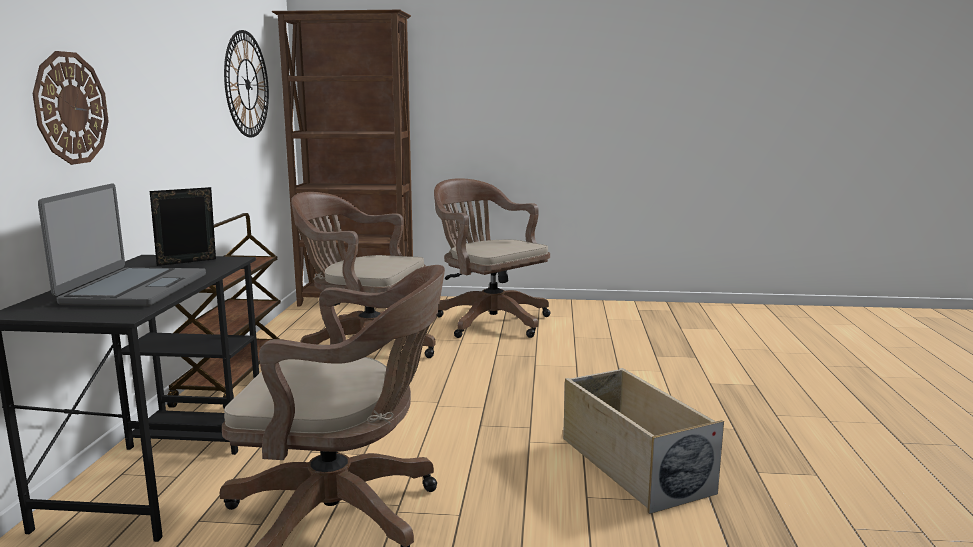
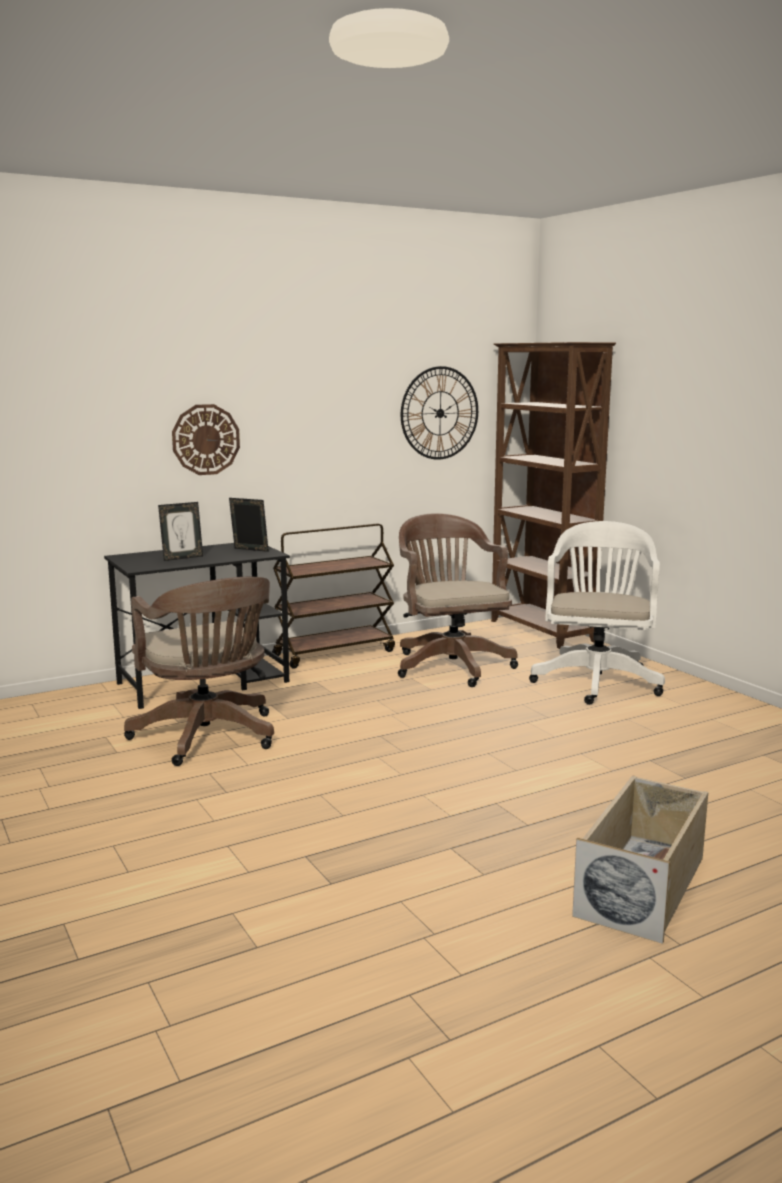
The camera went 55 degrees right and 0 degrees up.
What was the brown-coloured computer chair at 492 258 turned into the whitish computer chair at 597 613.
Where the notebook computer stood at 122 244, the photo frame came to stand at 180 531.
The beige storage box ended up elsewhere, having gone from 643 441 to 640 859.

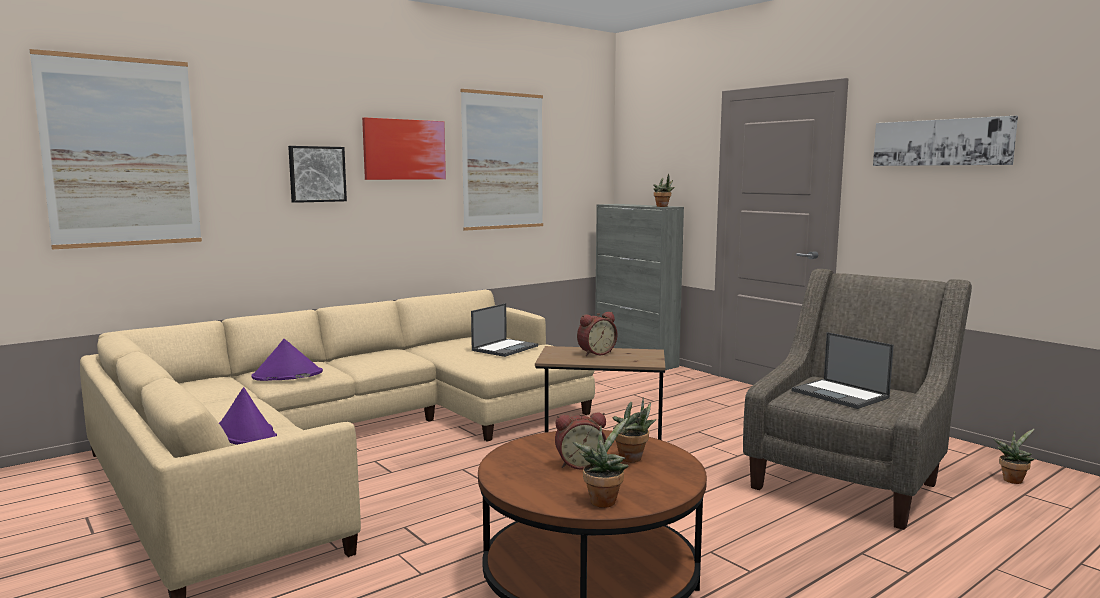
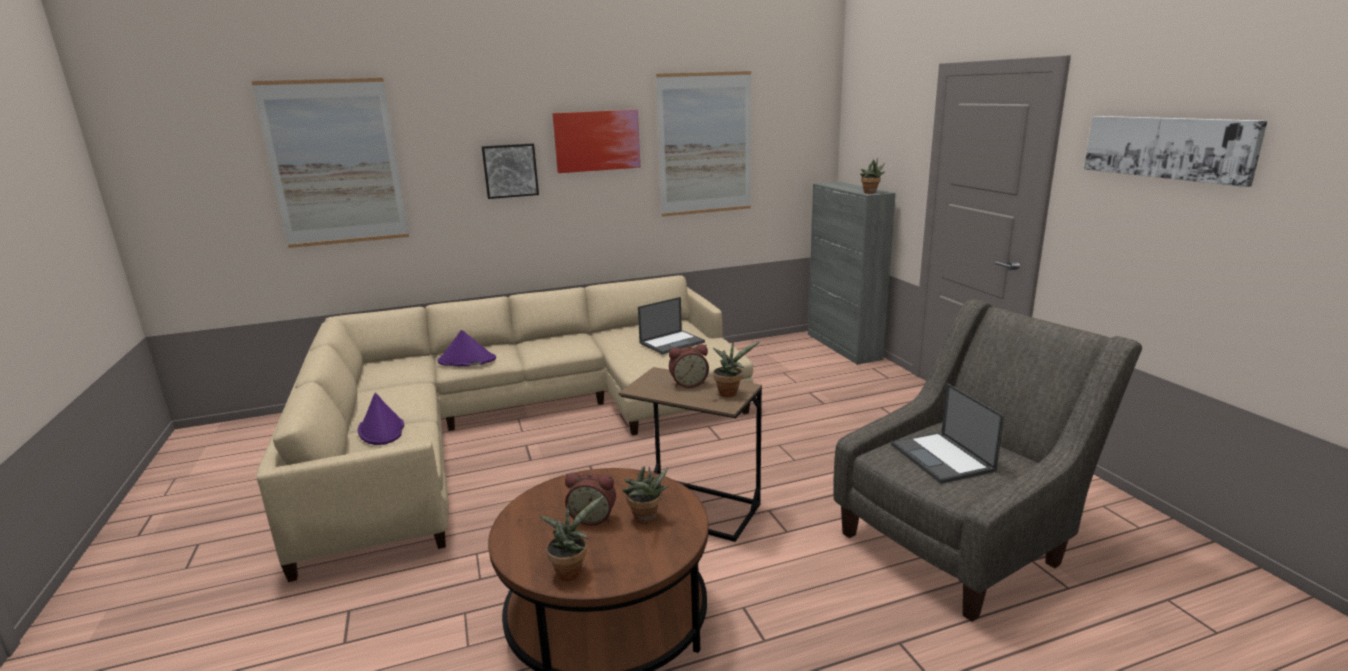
The camera went 20 degrees right and 10 degrees up.
The plant in a pot ended up elsewhere, having gone from 1014 456 to 736 369.

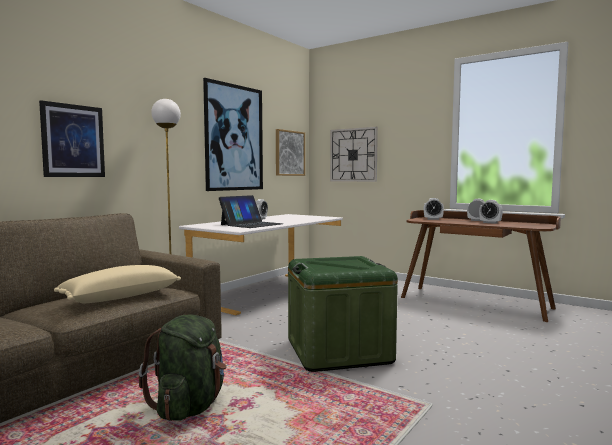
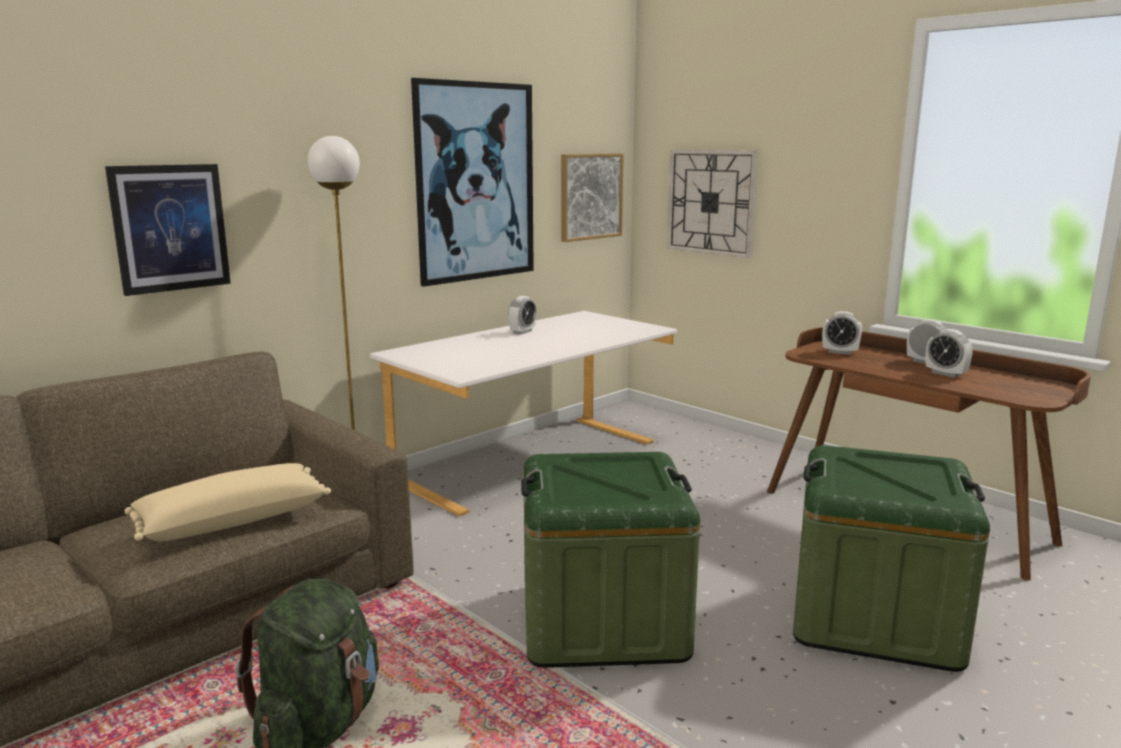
The camera went 10 degrees right and 10 degrees up.
The second view lost the notebook computer at 251 211.
The second view gained the green-coloured storage box at 891 558.

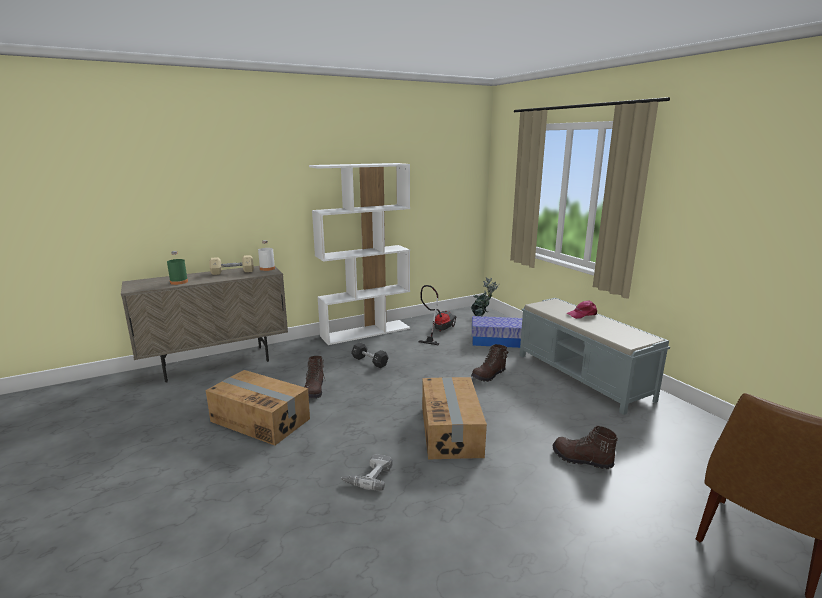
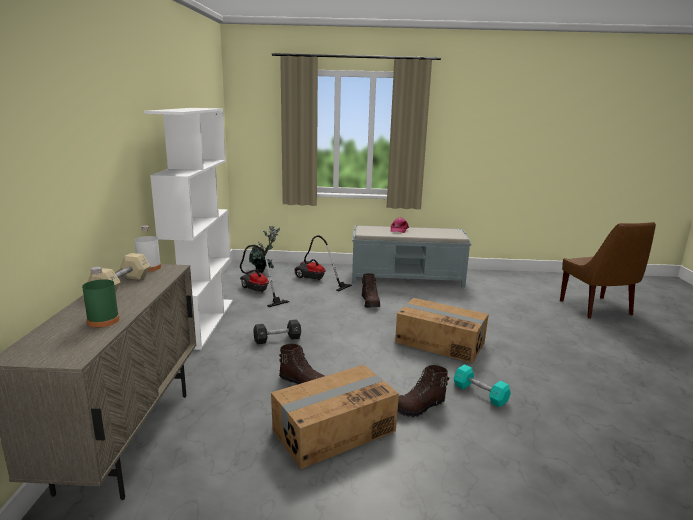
The camera went 60 degrees left and 0 degrees up.
Where the storage box stood at 497 332, the vacuum cleaner came to stand at 323 263.
The brown-coloured high-top boot ended up elsewhere, having gone from 585 447 to 423 391.
Where the power drill stood at 367 472, the turquoise free weight came to stand at 482 385.

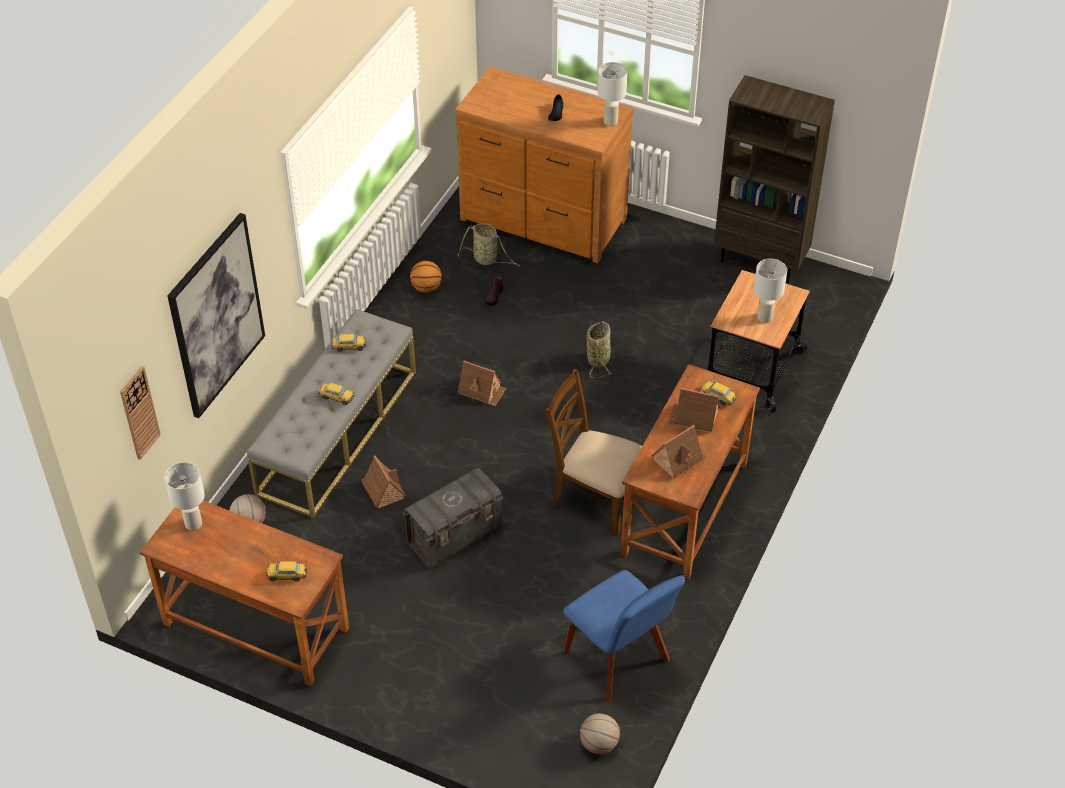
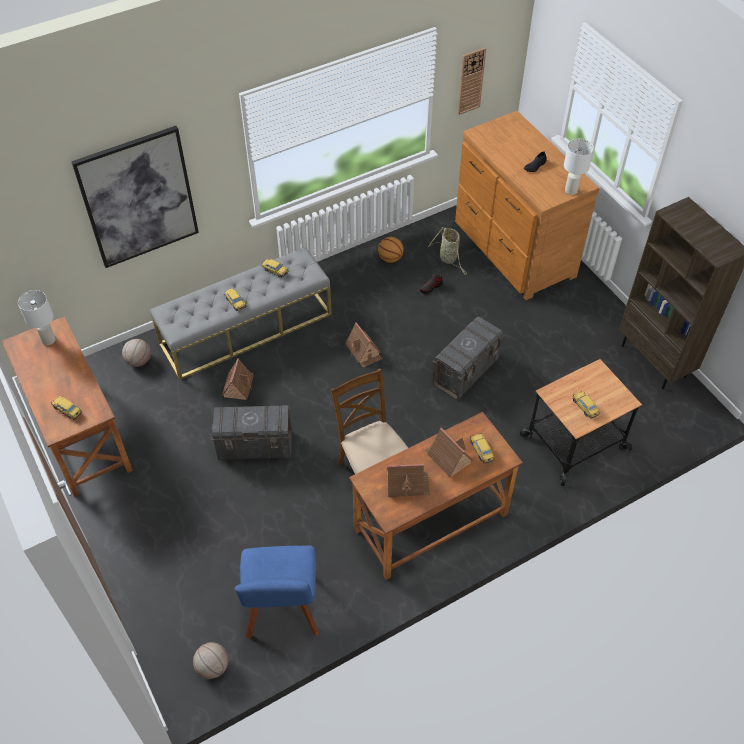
The camera went 35 degrees right and 5 degrees up.
Where the whitish tabletop lamp stood at 770 291, the miniature car came to stand at 585 404.
Where the household basket stood at 599 349, the gray storage box came to stand at 468 358.
The hanging clock ended up elsewhere, having gone from 140 413 to 472 81.

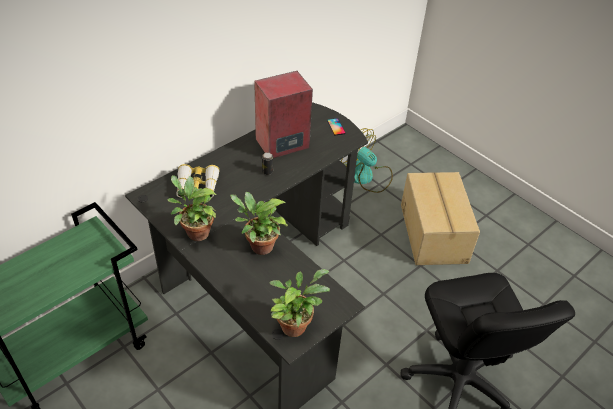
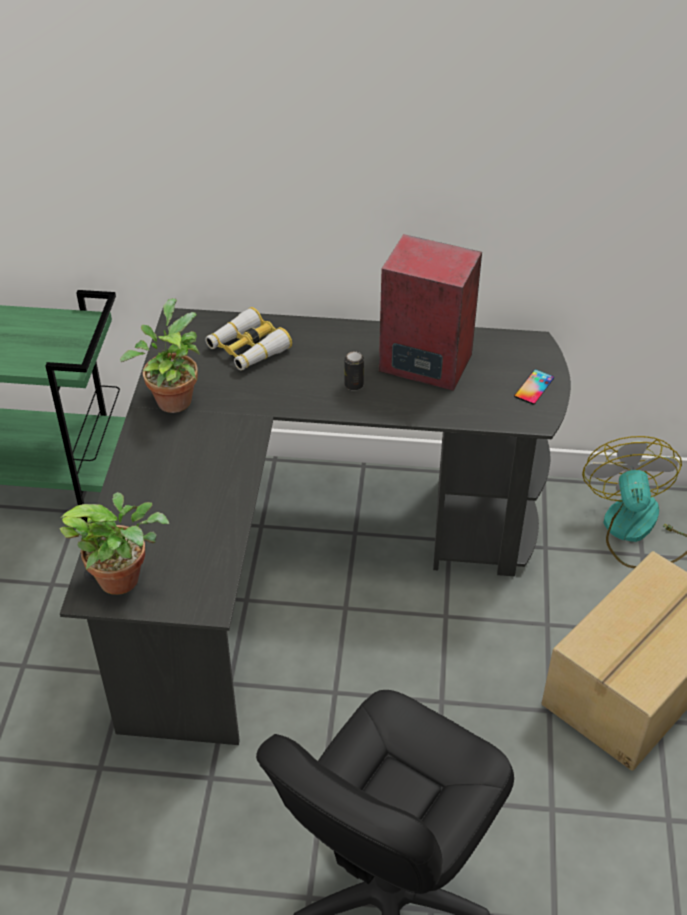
The camera went 50 degrees right and 0 degrees up.
The second view lost the plant in a pot at 259 223.

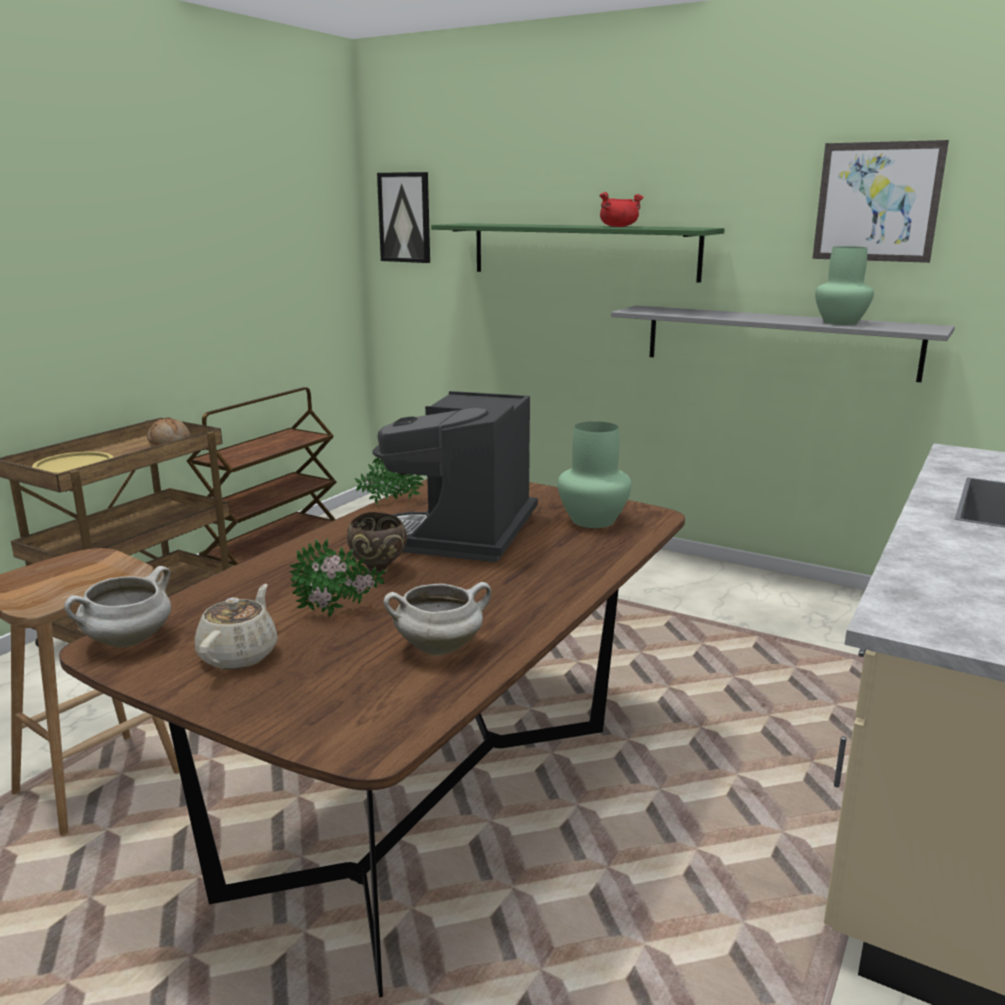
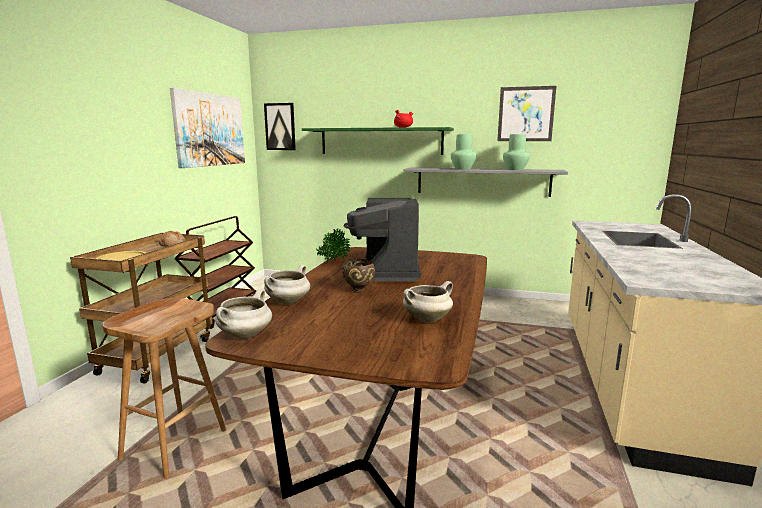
The camera went 15 degrees left and 5 degrees down.
The green-coloured flower vase ended up elsewhere, having gone from 594 474 to 463 152.
The second view lost the plant in a pot at 337 578.
The second view lost the beige teapot at 236 626.
The second view gained the picture at 207 128.
The second view gained the whitish stockpot at 287 284.

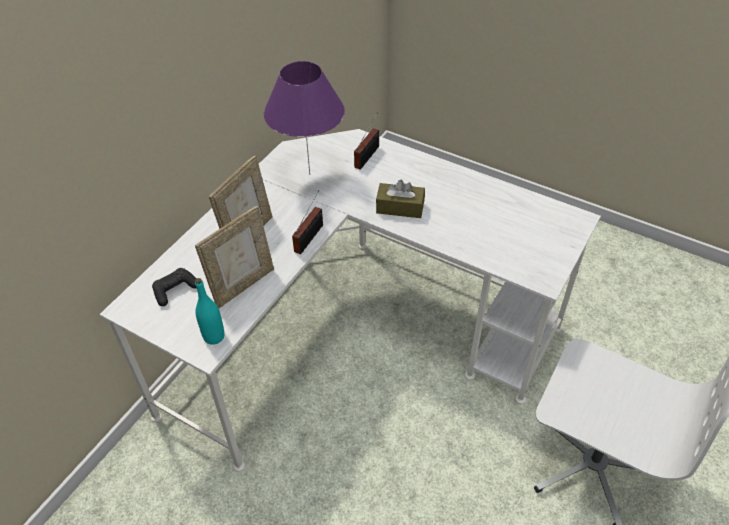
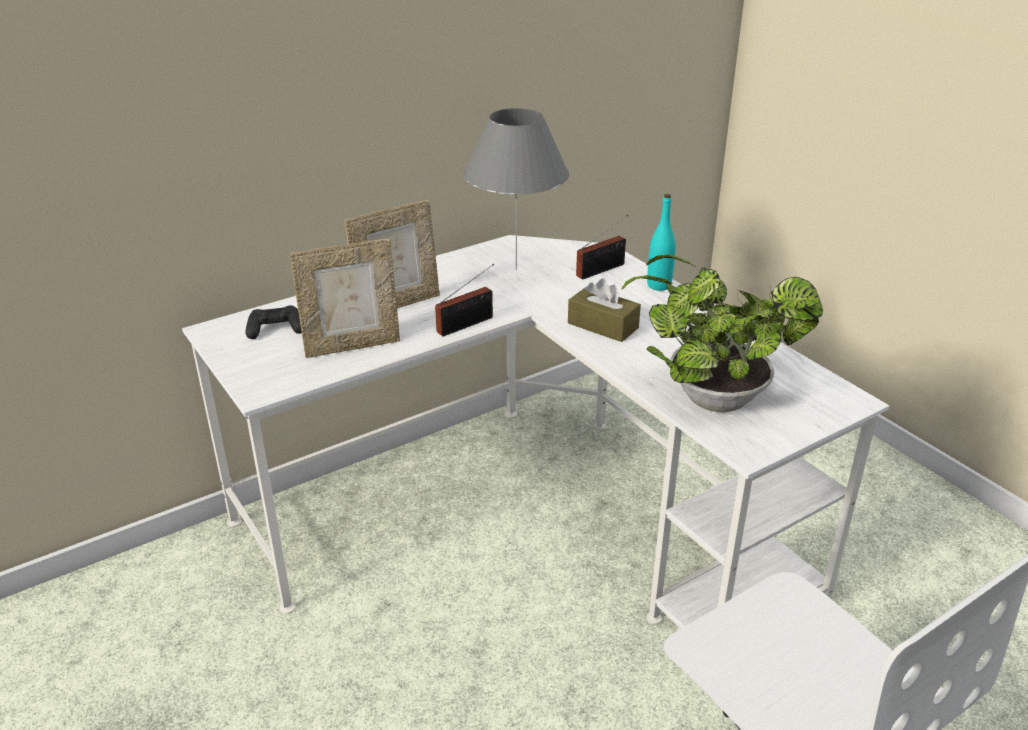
The camera went 25 degrees right and 15 degrees down.
What was the purple-coloured tabletop lamp at 304 118 turned into the gray tabletop lamp at 516 189.
The turquoise drink bottle ended up elsewhere, having gone from 210 311 to 661 242.
The second view gained the plant in a pot at 722 333.

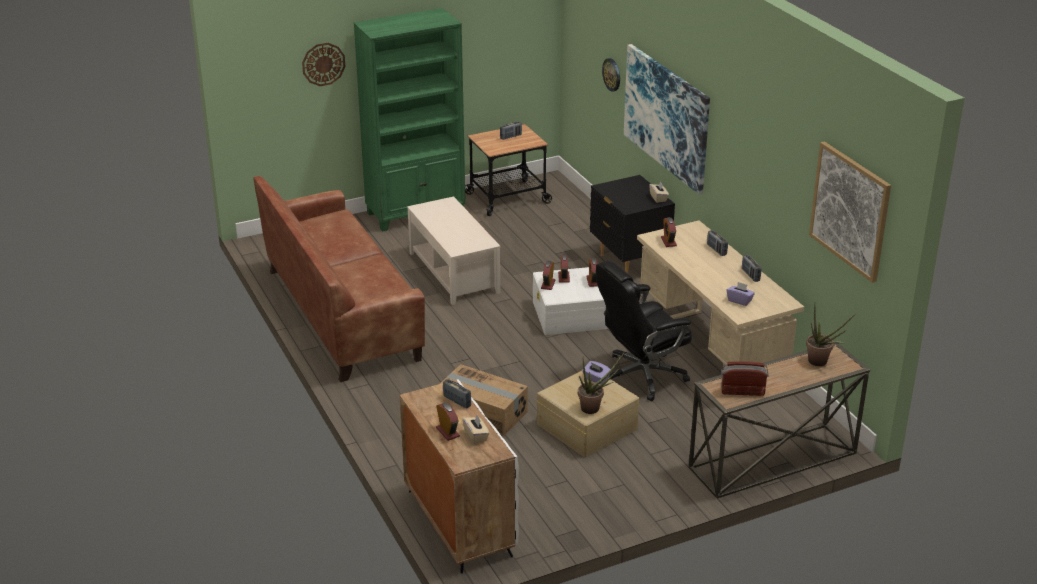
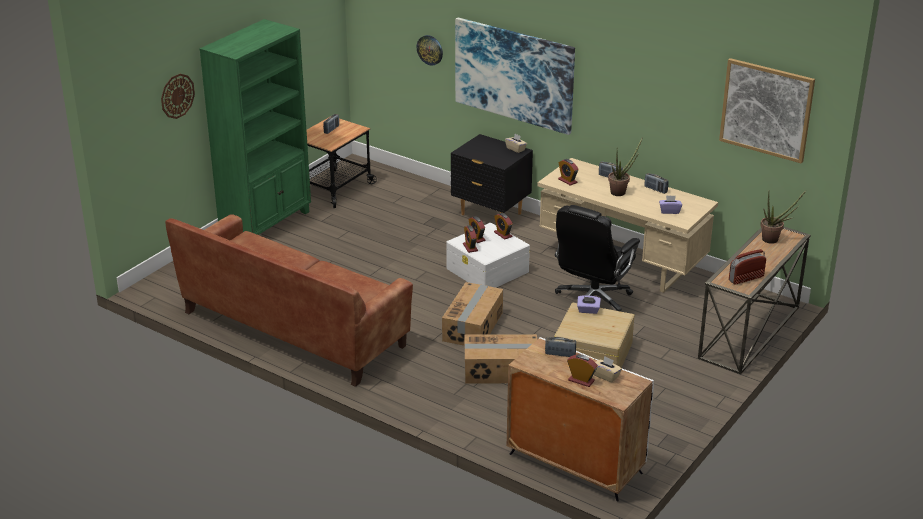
The camera went 30 degrees left and 0 degrees up.
The second view lost the beige lounge table at 453 250.
The plant in a pot ended up elsewhere, having gone from 601 383 to 625 166.
The second view gained the packing box at 472 314.

